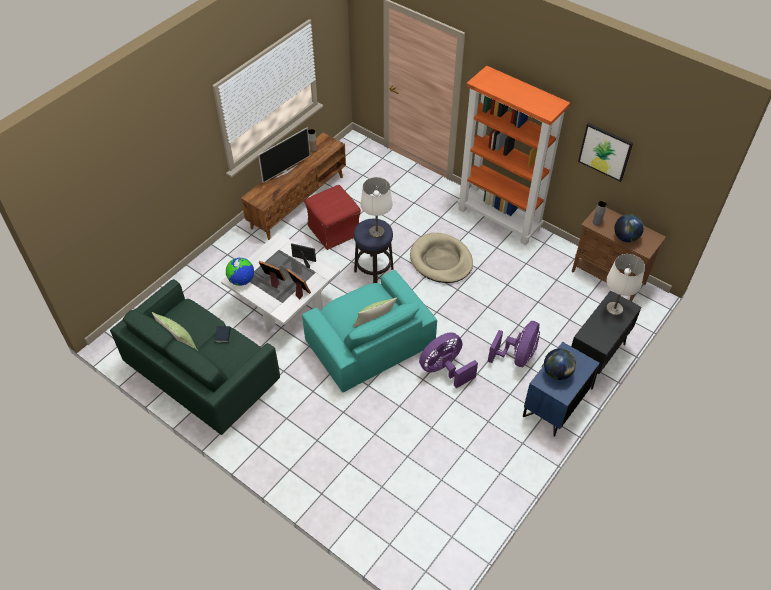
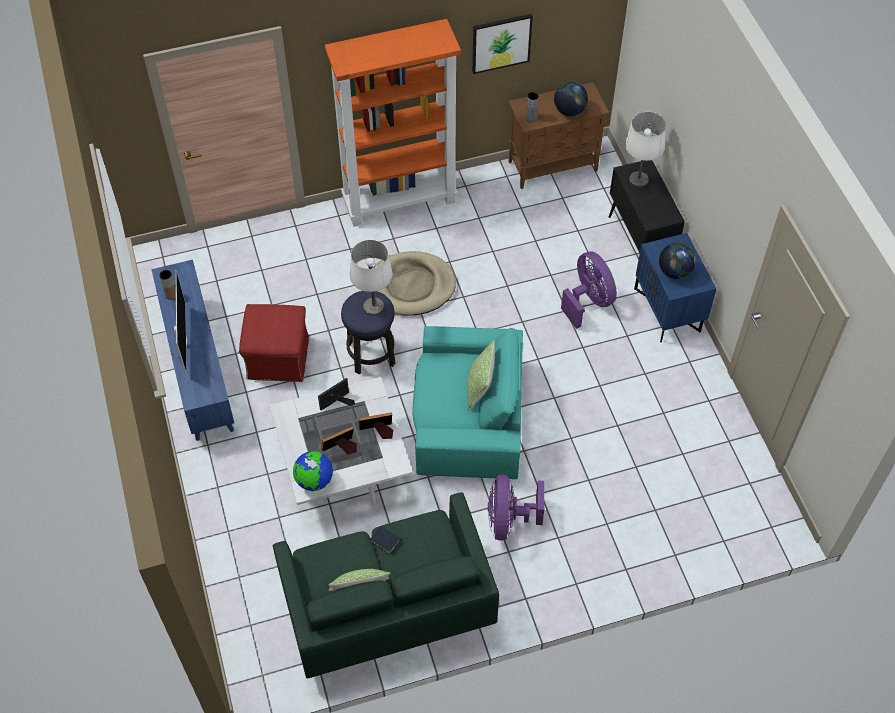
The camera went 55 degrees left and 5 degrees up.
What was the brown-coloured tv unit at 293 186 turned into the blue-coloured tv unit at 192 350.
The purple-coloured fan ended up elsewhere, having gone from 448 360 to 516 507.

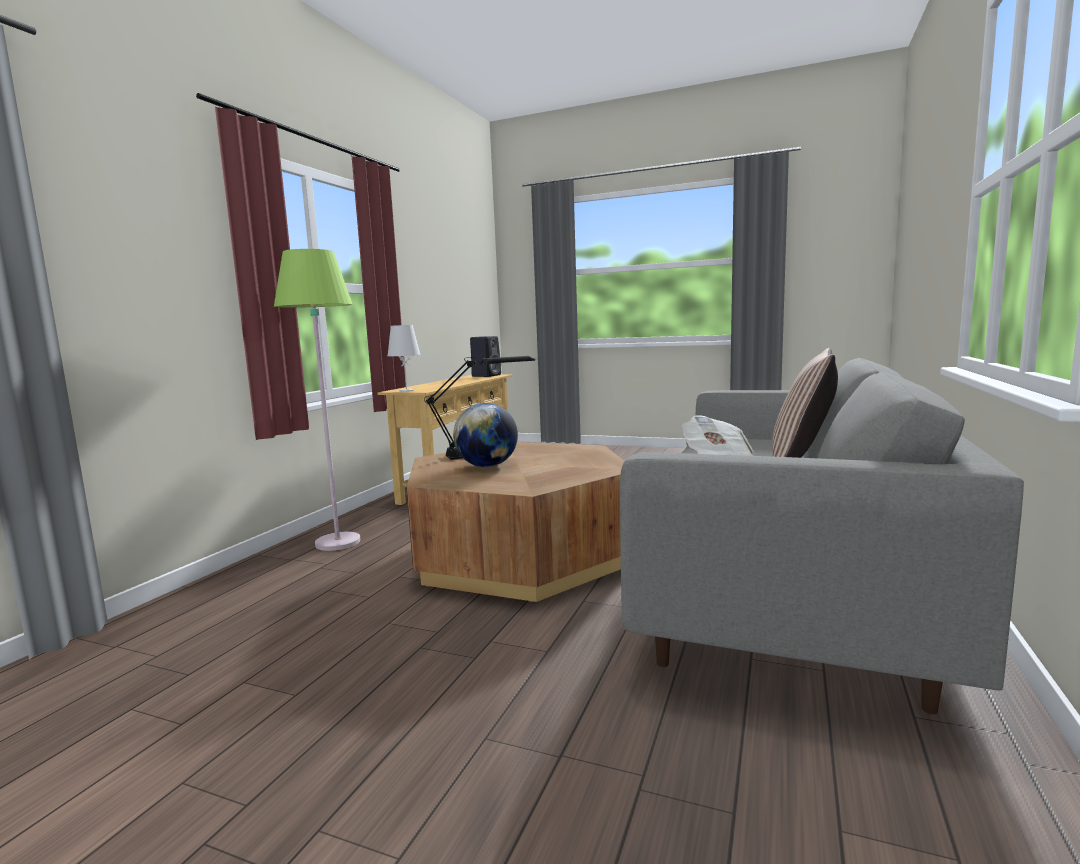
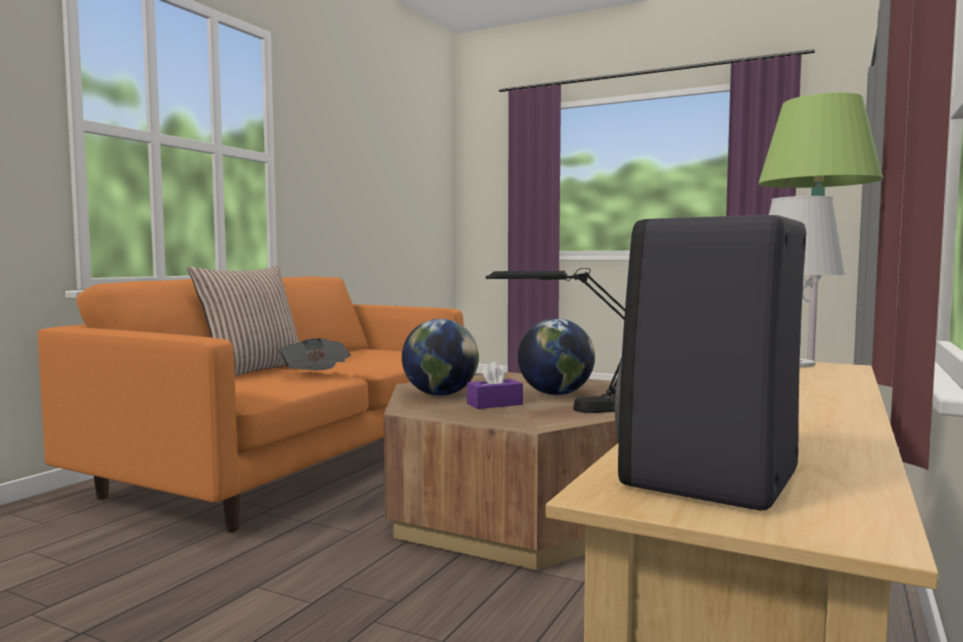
The camera went 175 degrees left and 5 degrees down.
What was the gray couch at 822 536 turned into the orange couch at 251 404.
The second view gained the globe at 440 357.
The second view gained the purple-coloured box of tissues at 495 385.

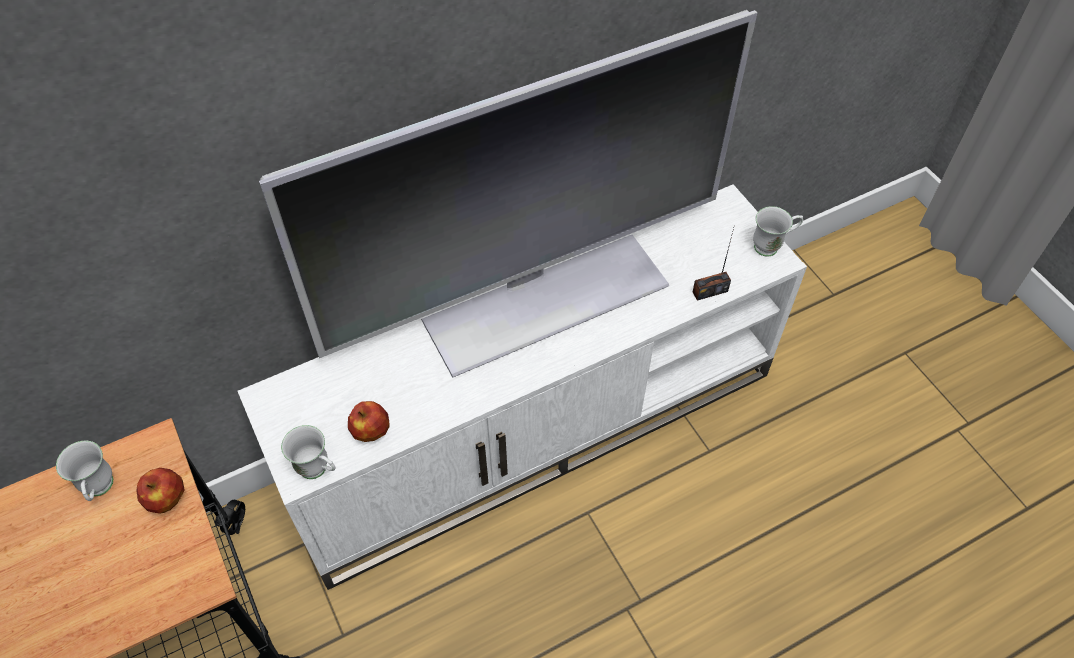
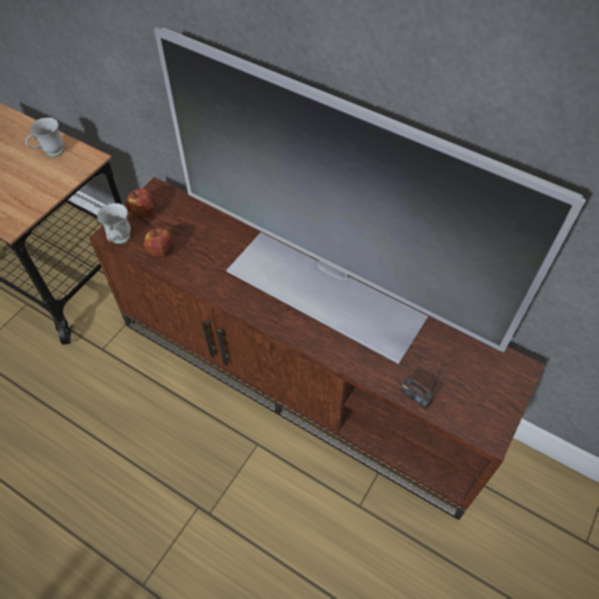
The camera went 60 degrees right and 0 degrees up.
What was the whitish tv unit at 522 387 turned into the brown-coloured tv unit at 317 348.
The second view lost the whitish coffee mug at 778 231.
The whole apple ended up elsewhere, having gone from 160 491 to 141 202.

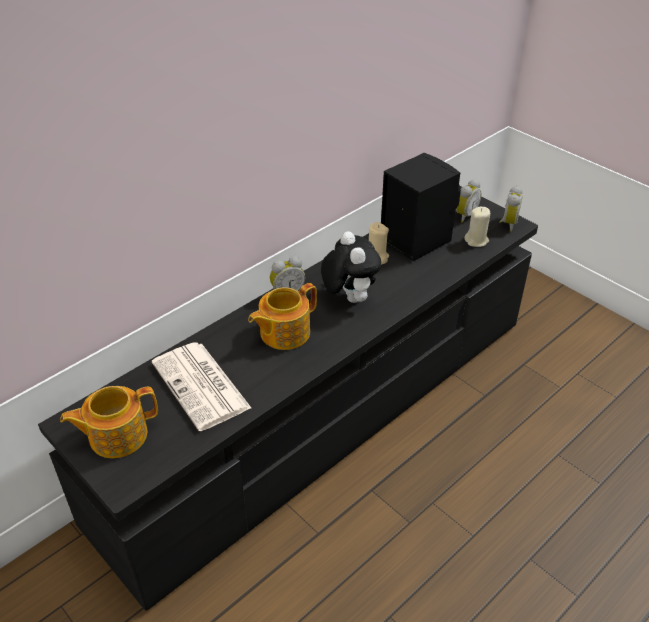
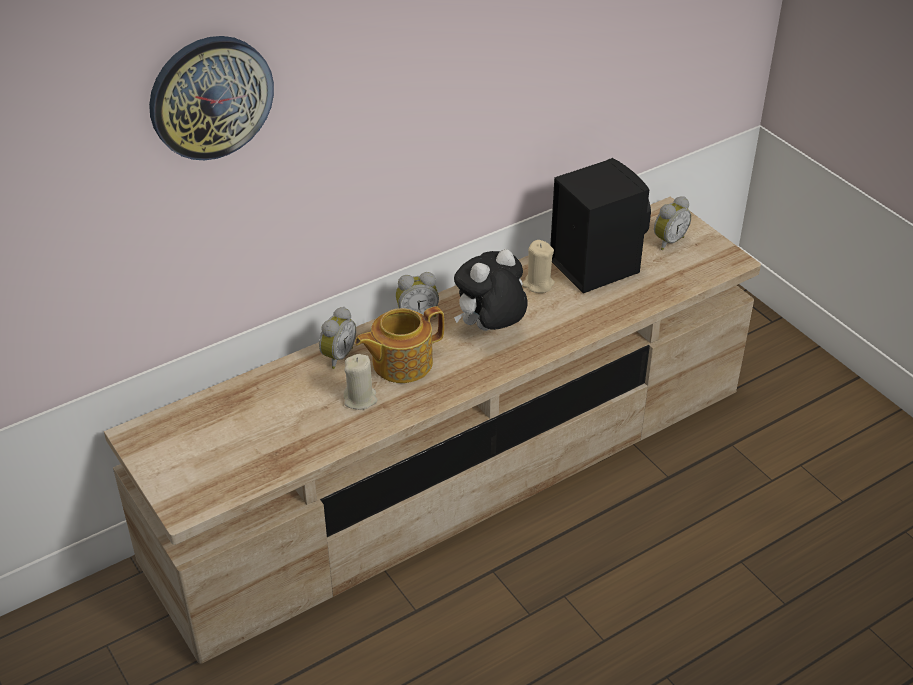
The camera went 10 degrees right and 0 degrees up.
What was the black-coloured tv unit at 288 398 turned into the beige tv unit at 432 430.
The bedside clock ended up elsewhere, having gone from 511 208 to 337 338.
The beige wax light ended up elsewhere, having gone from 477 227 to 360 382.
The plush toy at 351 267 ended up facing another way, 120 degrees counterclockwise from before.
The second view lost the daily paper at 201 386.
The second view lost the teapot at 109 422.
The second view gained the hanging clock at 211 98.

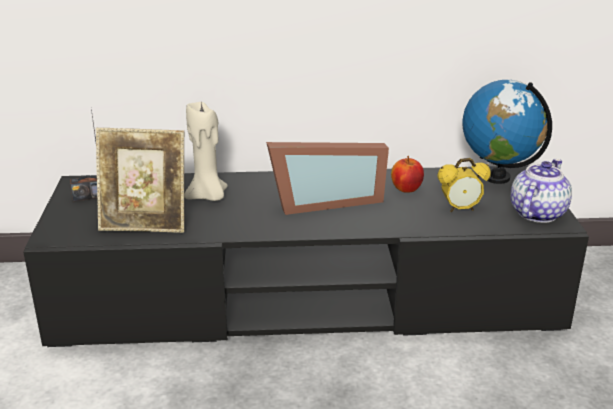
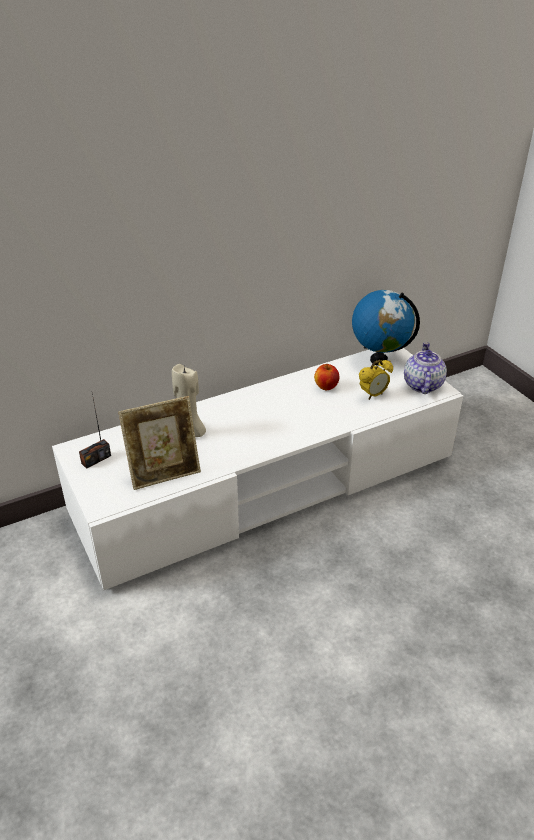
The camera went 25 degrees left and 10 degrees up.
The second view lost the photo frame at 327 178.
What was the black-coloured tv unit at 306 256 turned into the whitish tv unit at 257 469.

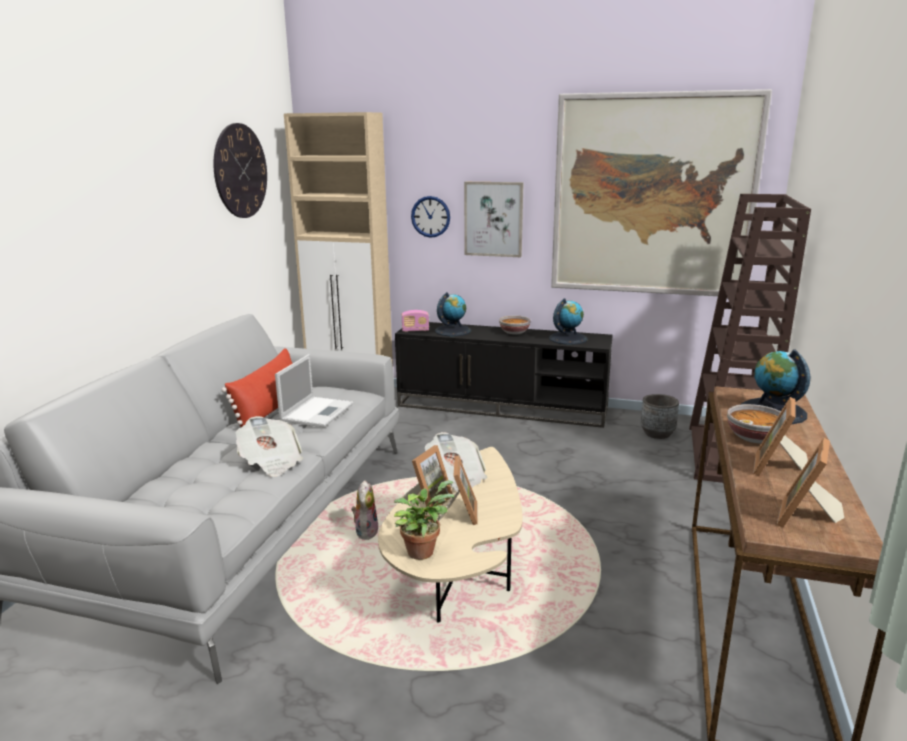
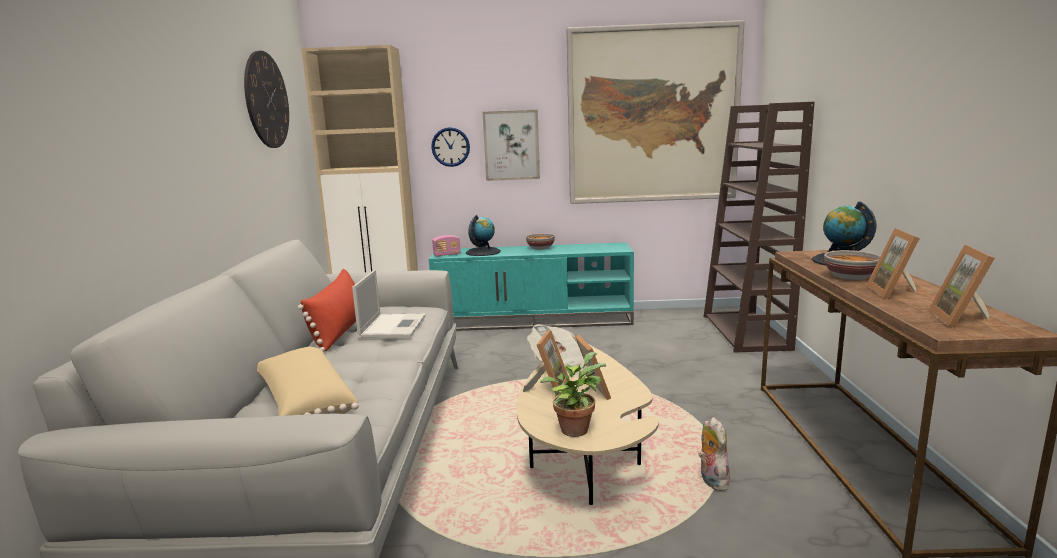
The camera went 15 degrees left and 5 degrees down.
The second view lost the globe at 568 321.
What was the black-coloured tv unit at 504 375 turned into the turquoise tv unit at 531 286.
The second view lost the gray planter at 660 416.
The second view lost the daily paper at 269 446.
The plush toy ended up elsewhere, having gone from 364 510 to 714 454.
The second view gained the beige pillow at 308 381.

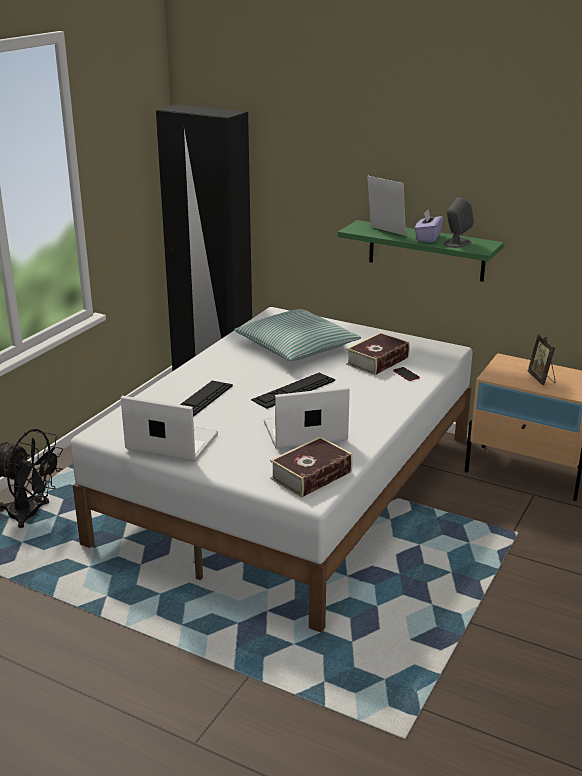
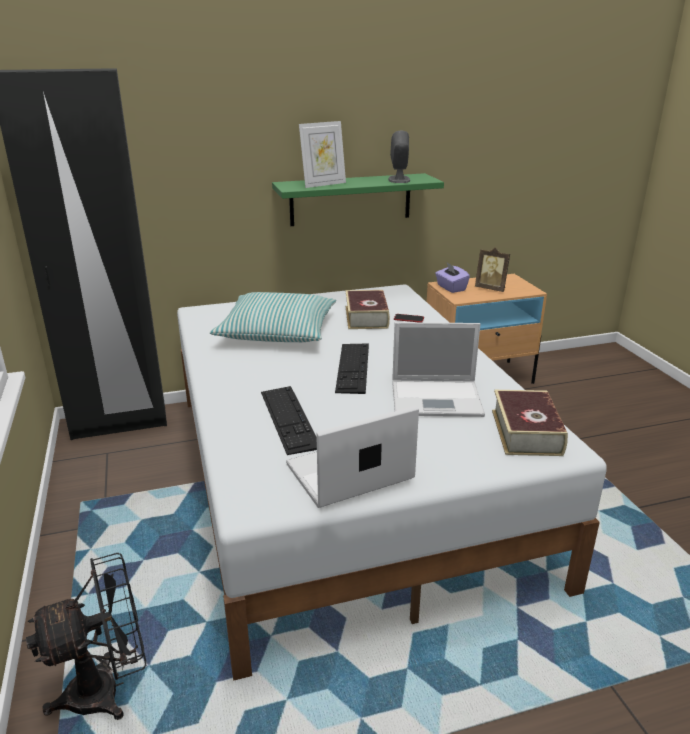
The camera went 45 degrees left and 0 degrees up.
The photo frame at 386 206 ended up facing another way, 150 degrees clockwise from before.
The purple-coloured box of tissues ended up elsewhere, having gone from 428 226 to 452 278.
The notebook computer at 307 418 ended up facing another way, 120 degrees counterclockwise from before.

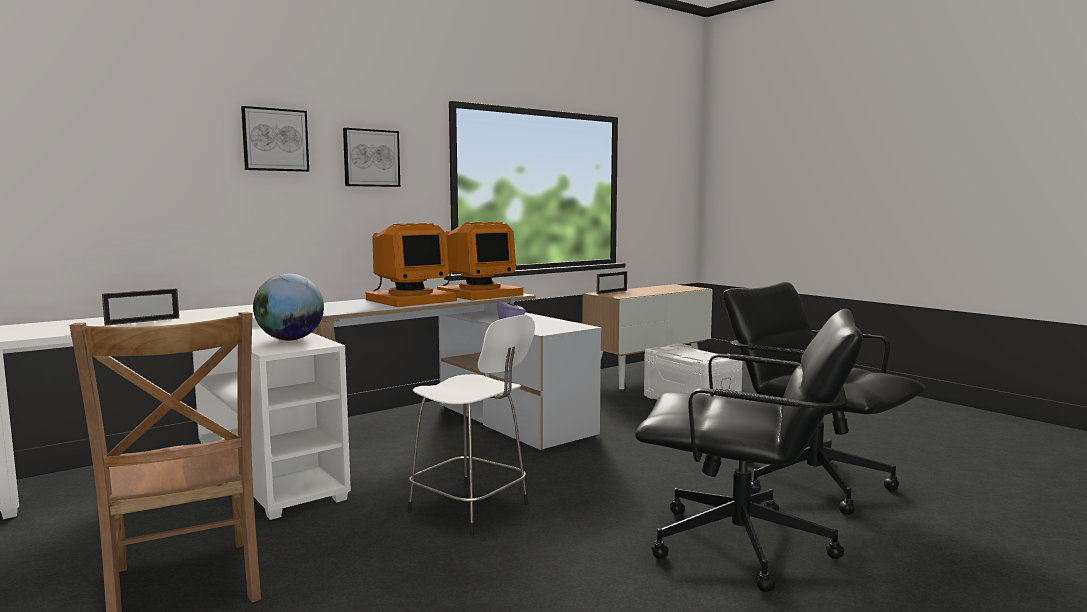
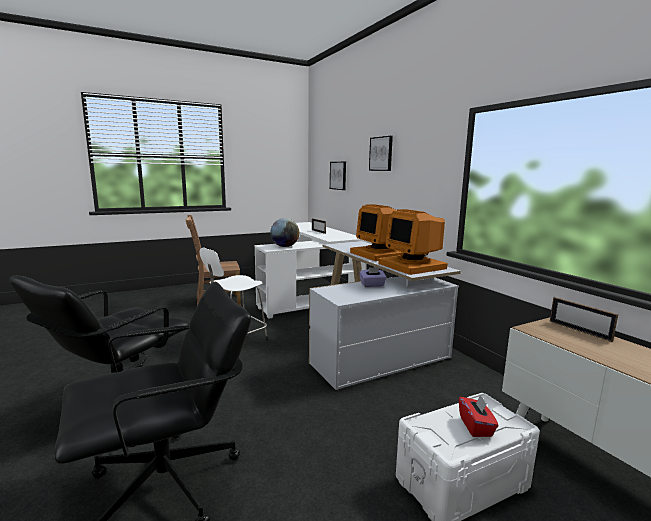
The camera went 100 degrees right and 5 degrees up.
The picture ended up elsewhere, having gone from 371 157 to 338 176.
The second view gained the red-coloured box of tissues at 479 416.

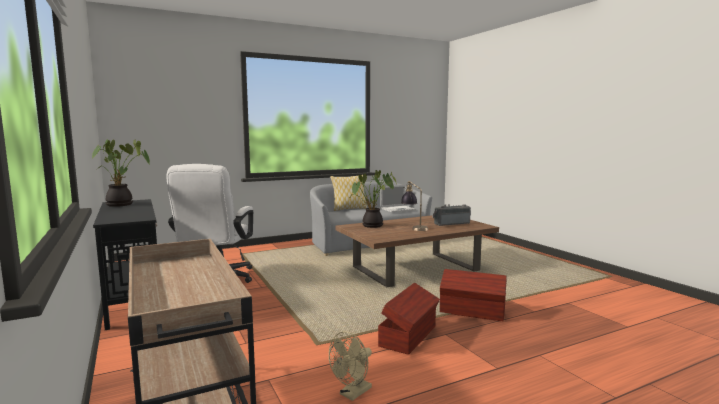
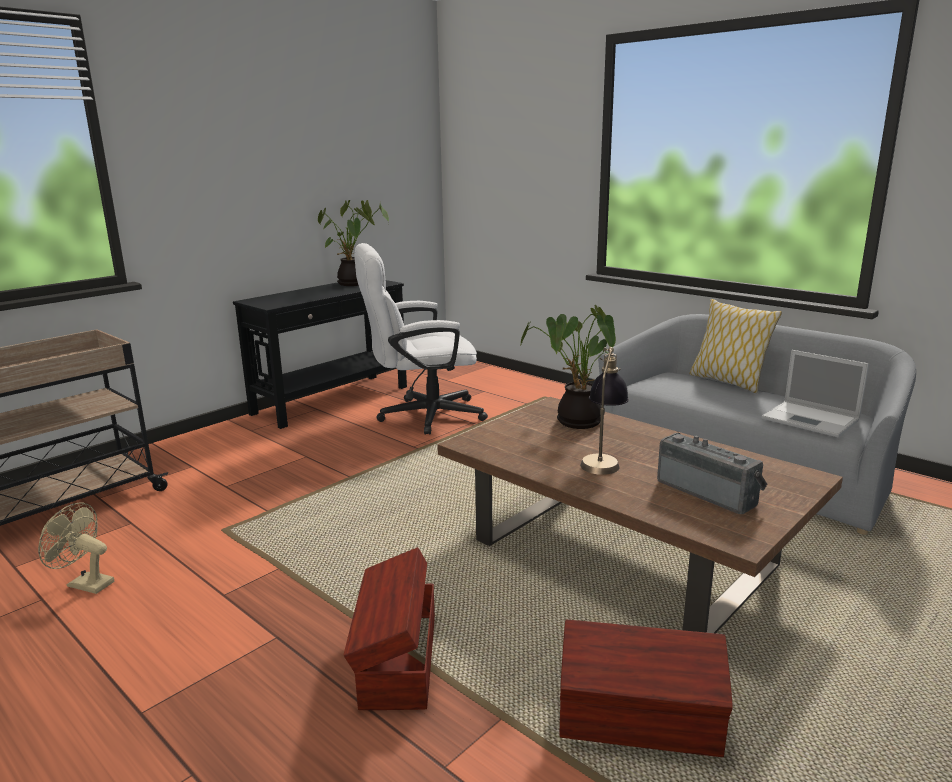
The camera went 70 degrees right and 10 degrees up.
The brown-coloured storage box ended up elsewhere, having gone from 409 319 to 646 688.

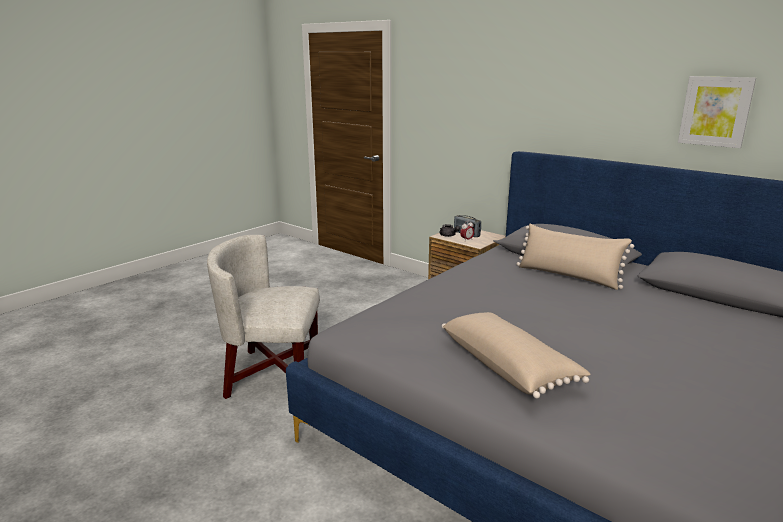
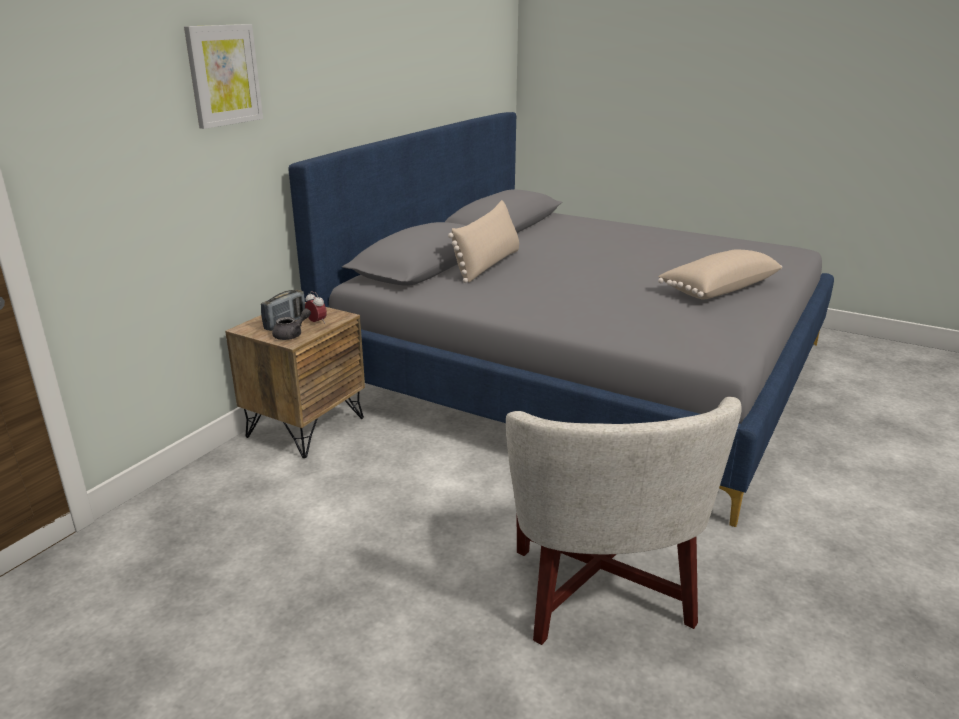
The camera went 100 degrees left and 5 degrees up.
The picture ended up elsewhere, having gone from 717 112 to 223 76.

